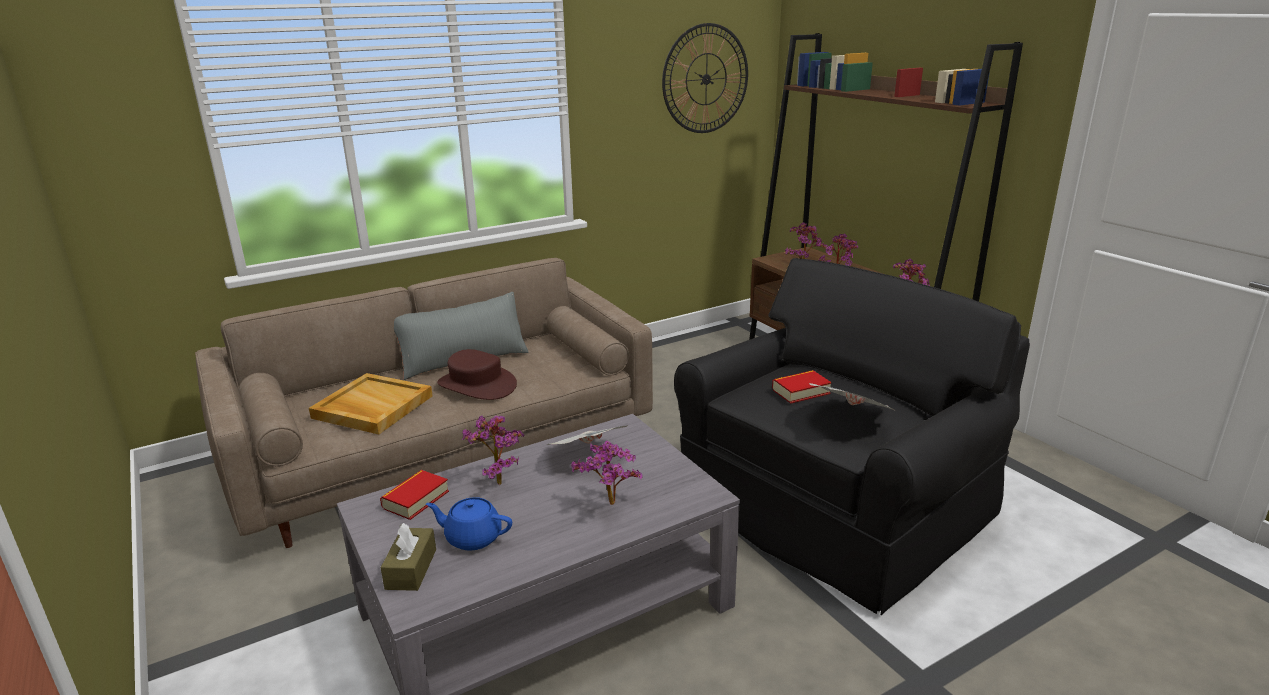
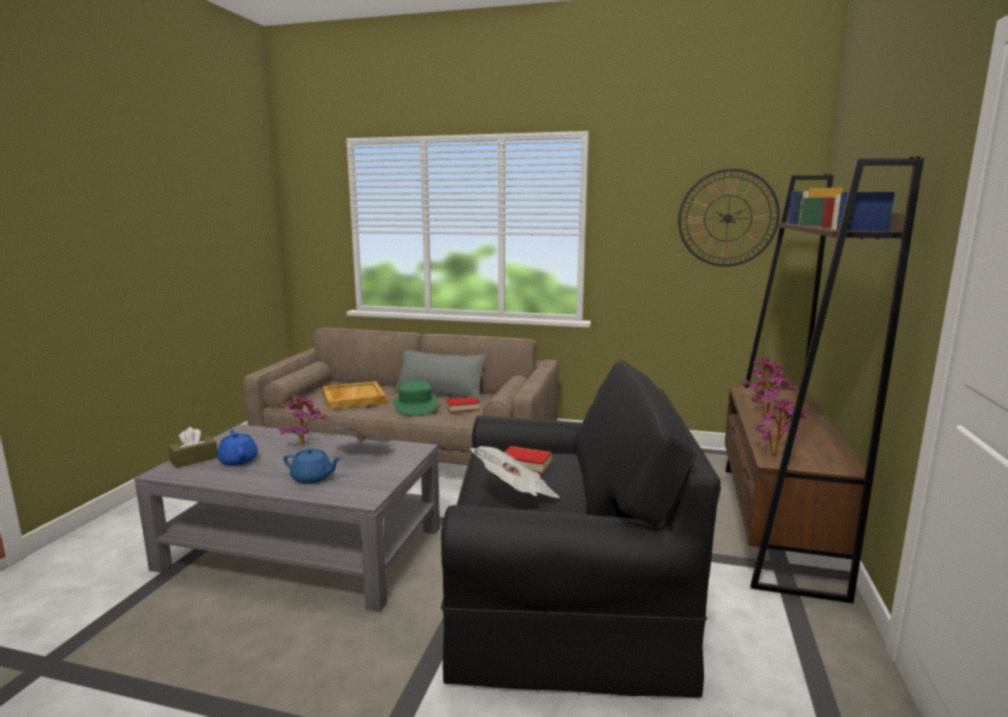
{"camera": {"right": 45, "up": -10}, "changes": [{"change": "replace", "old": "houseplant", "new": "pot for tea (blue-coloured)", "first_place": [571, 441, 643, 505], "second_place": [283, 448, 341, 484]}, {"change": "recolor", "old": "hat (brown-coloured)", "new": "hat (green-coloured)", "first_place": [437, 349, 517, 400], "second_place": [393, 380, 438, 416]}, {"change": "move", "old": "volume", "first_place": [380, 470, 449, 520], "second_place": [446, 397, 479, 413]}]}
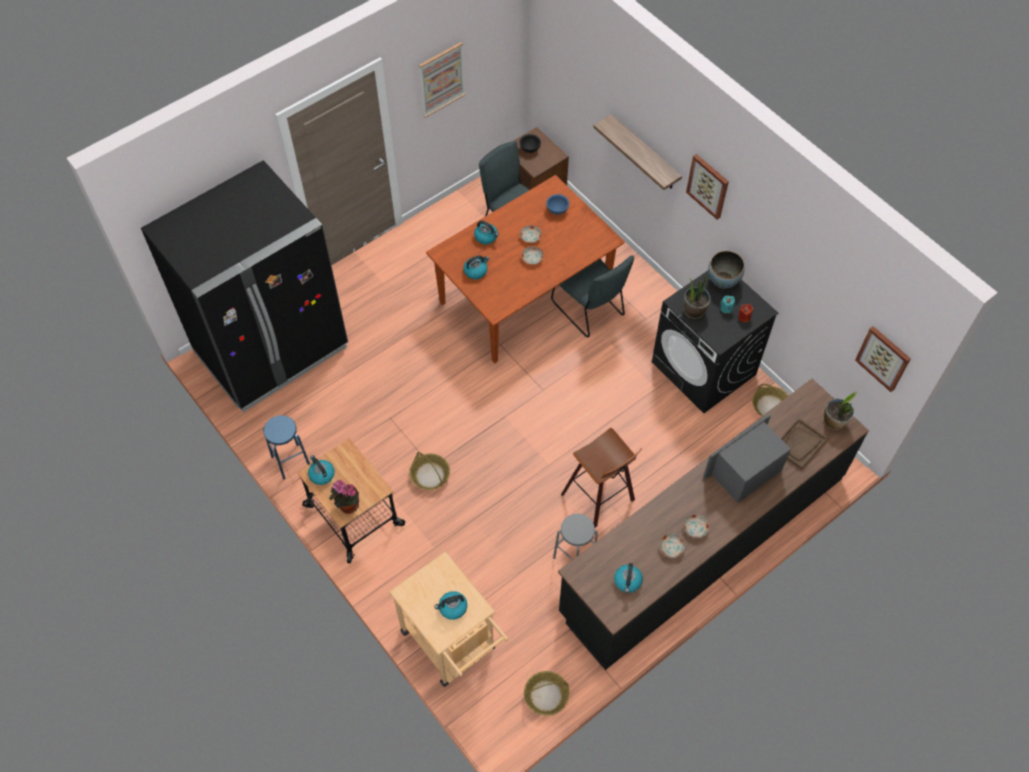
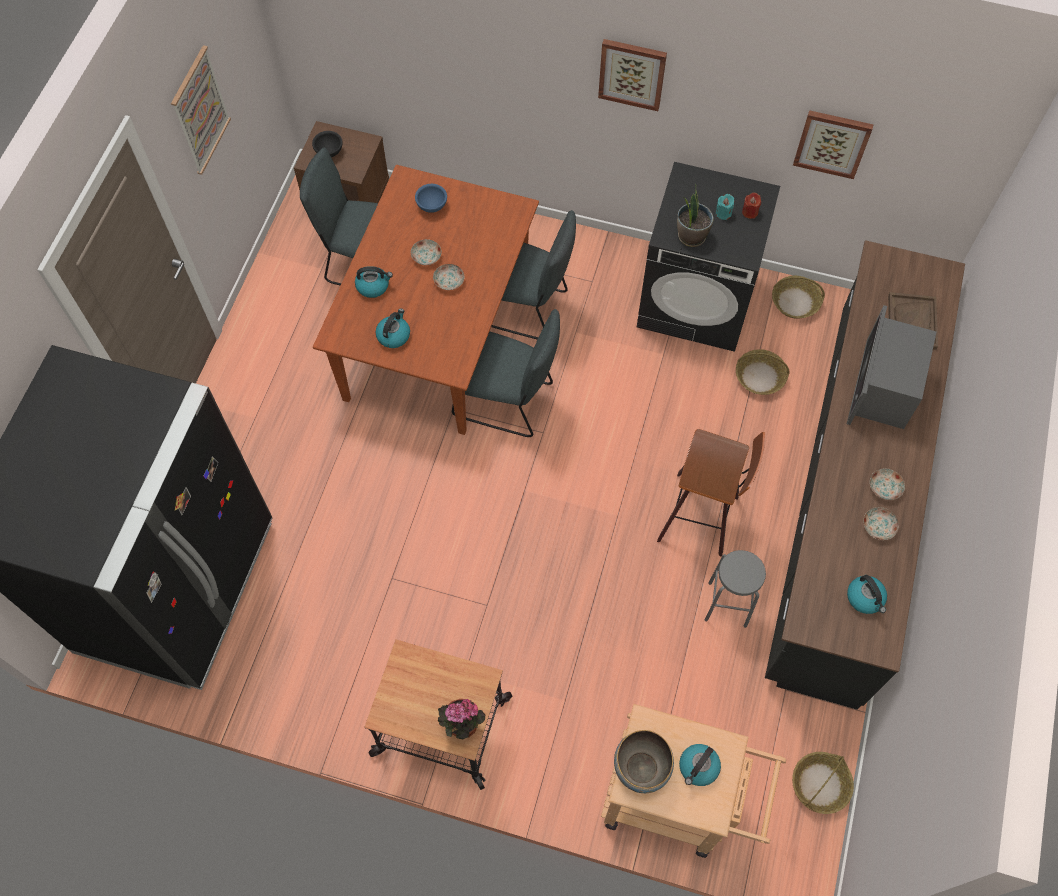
{"camera": {"right": -35, "up": 5}, "changes": [{"change": "insert", "new": "plain chair (gray)", "second_place": [452, 309, 560, 437]}, {"change": "move", "old": "bowl", "first_place": [708, 251, 744, 289], "second_place": [614, 730, 674, 793]}, {"change": "move", "old": "household basket", "first_place": [409, 452, 450, 490], "second_place": [736, 349, 790, 395]}, {"change": "move", "old": "picture", "first_place": [855, 326, 911, 392], "second_place": [793, 110, 873, 179]}, {"change": "delete", "old": "stool seat (blue-coloured)", "first_place": [263, 415, 310, 480]}, {"change": "delete", "old": "tea kettle", "first_place": [308, 455, 335, 485]}, {"change": "delete", "old": "wall shelf", "first_place": [593, 114, 682, 190]}, {"change": "delete", "old": "houseplant", "first_place": [823, 392, 857, 430]}]}
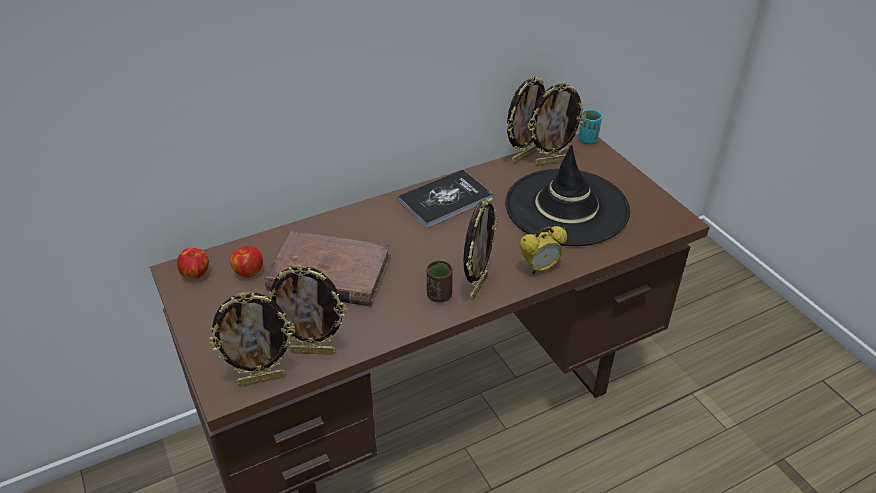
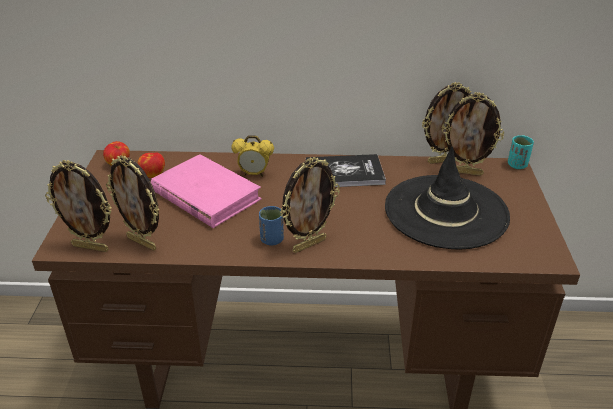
{"camera": {"right": 30, "up": -5}, "changes": [{"change": "recolor", "old": "volume (brown-coloured)", "new": "volume (pinkish)", "first_place": [265, 231, 391, 307], "second_place": [151, 154, 261, 228]}, {"change": "move", "old": "alarm clock", "first_place": [520, 226, 567, 274], "second_place": [231, 136, 274, 177]}, {"change": "recolor", "old": "cup (brown-coloured)", "new": "cup (blue-coloured)", "first_place": [427, 260, 453, 303], "second_place": [259, 206, 284, 245]}]}
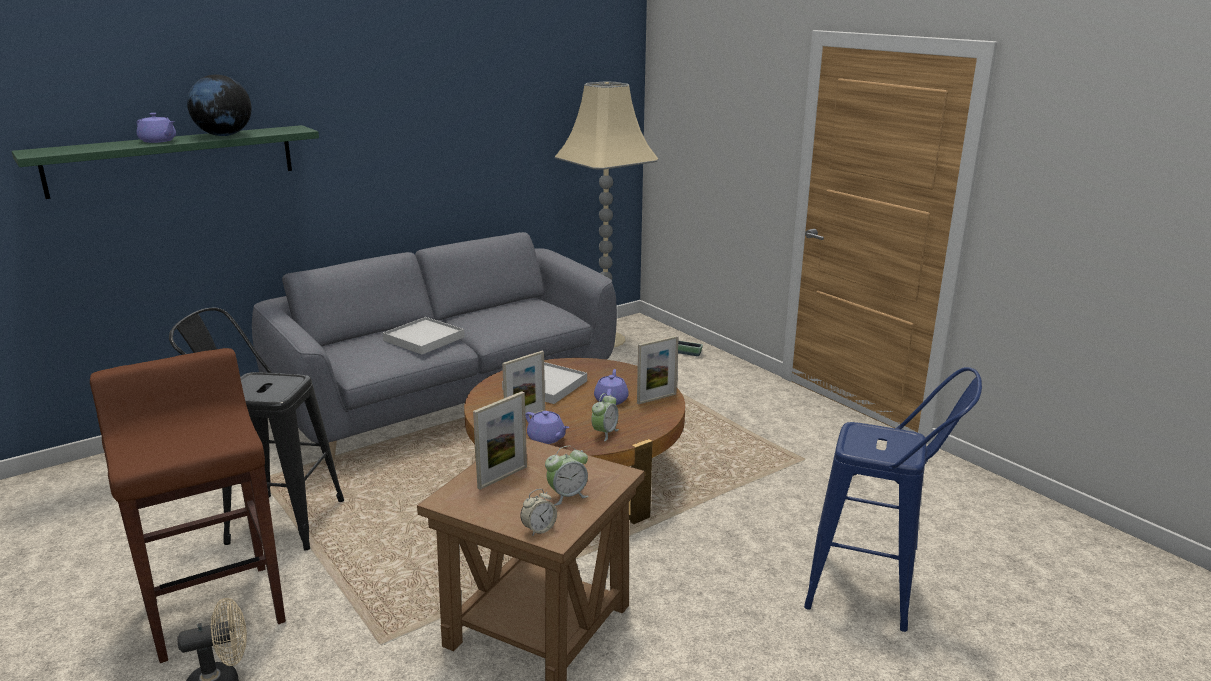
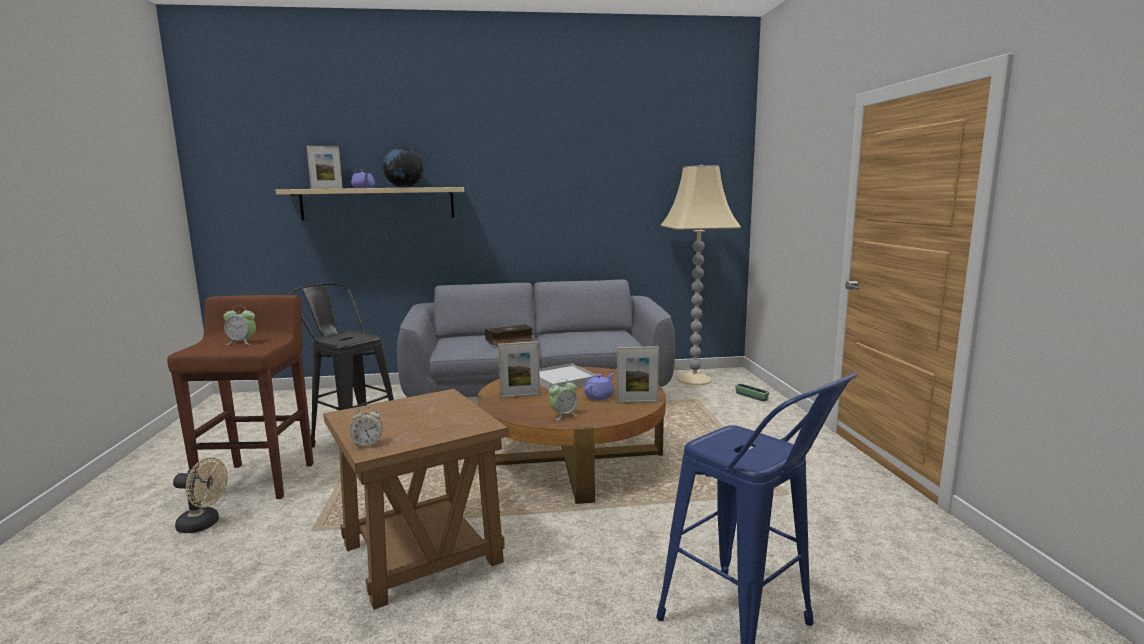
{"camera": {"right": 30, "up": -10}, "changes": [{"change": "move", "old": "alarm clock", "first_place": [545, 446, 589, 506], "second_place": [223, 306, 256, 345]}, {"change": "recolor", "old": "wall shelf (green-coloured)", "new": "wall shelf (beige-coloured)", "first_place": [12, 125, 319, 199], "second_place": [276, 187, 464, 220]}, {"change": "move", "old": "photo frame", "first_place": [473, 391, 527, 490], "second_place": [306, 146, 343, 189]}, {"change": "replace", "old": "tray (whitish)", "new": "volume", "first_place": [383, 317, 465, 354], "second_place": [485, 324, 533, 345]}, {"change": "delete", "old": "pot for tea (purple-coloured)", "first_place": [525, 411, 569, 444]}]}
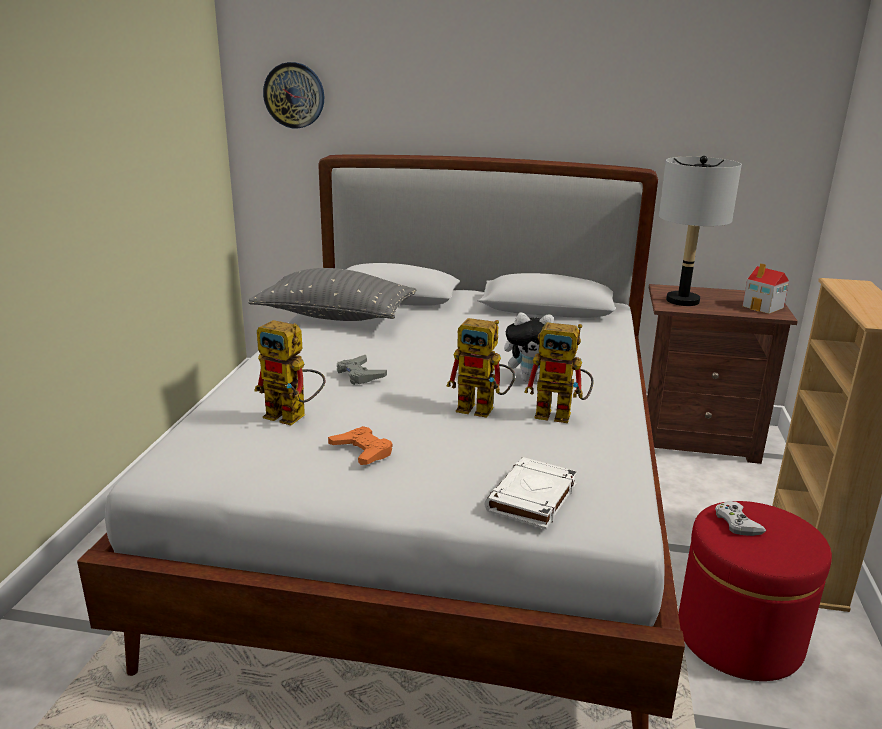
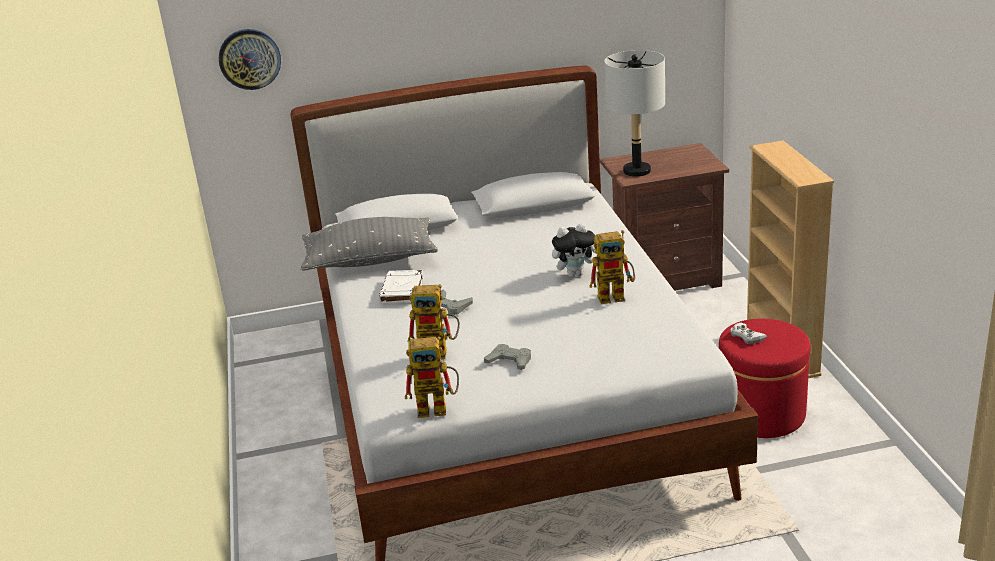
{"camera": {"right": -20, "up": 5}, "changes": [{"change": "move", "old": "volume (whitish)", "first_place": [484, 457, 578, 529], "second_place": [378, 270, 424, 304]}, {"change": "move", "old": "toy robot", "first_place": [446, 318, 515, 418], "second_place": [405, 336, 459, 418]}, {"change": "recolor", "old": "joypad (orangey)", "new": "joypad (gray)", "first_place": [328, 426, 392, 465], "second_place": [484, 344, 531, 370]}, {"change": "delete", "old": "model house", "first_place": [742, 263, 789, 314]}]}
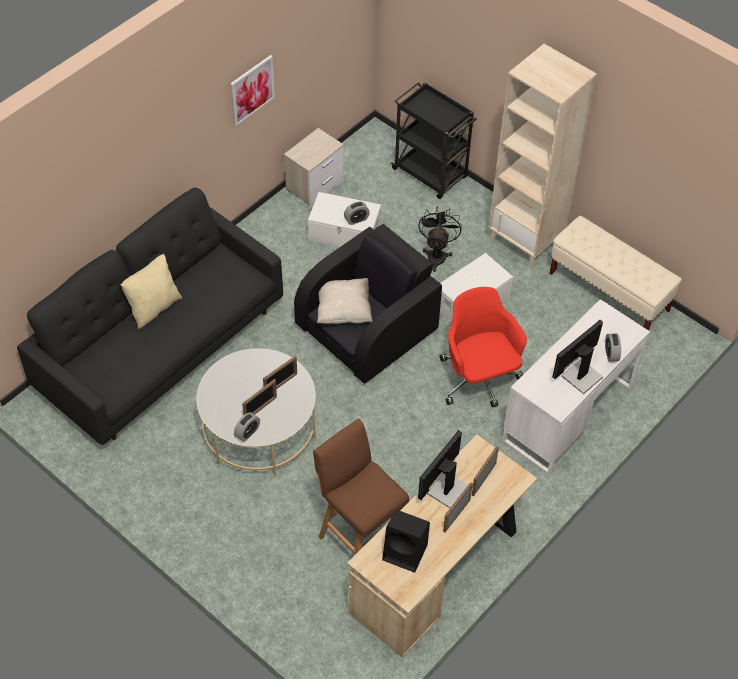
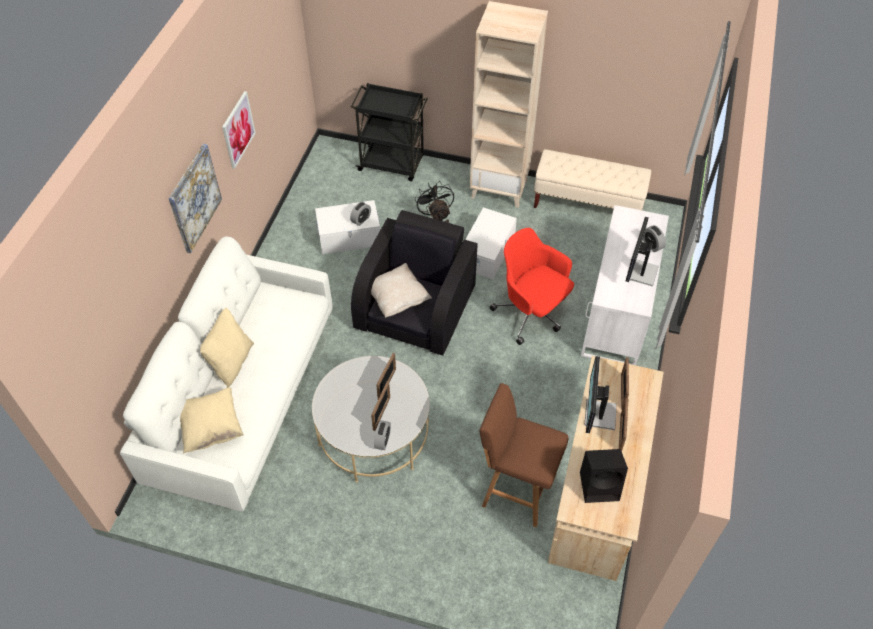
{"camera": {"right": -25, "up": 0}, "changes": [{"change": "recolor", "old": "couch (blackish)", "new": "couch (whitish)", "first_place": [17, 188, 283, 445], "second_place": [120, 237, 333, 511]}, {"change": "insert", "new": "picture", "second_place": [168, 144, 222, 254]}, {"change": "insert", "new": "throw pillow (beige-coloured)", "second_place": [180, 387, 244, 454]}, {"change": "delete", "old": "bedside table", "first_place": [284, 128, 344, 206]}]}
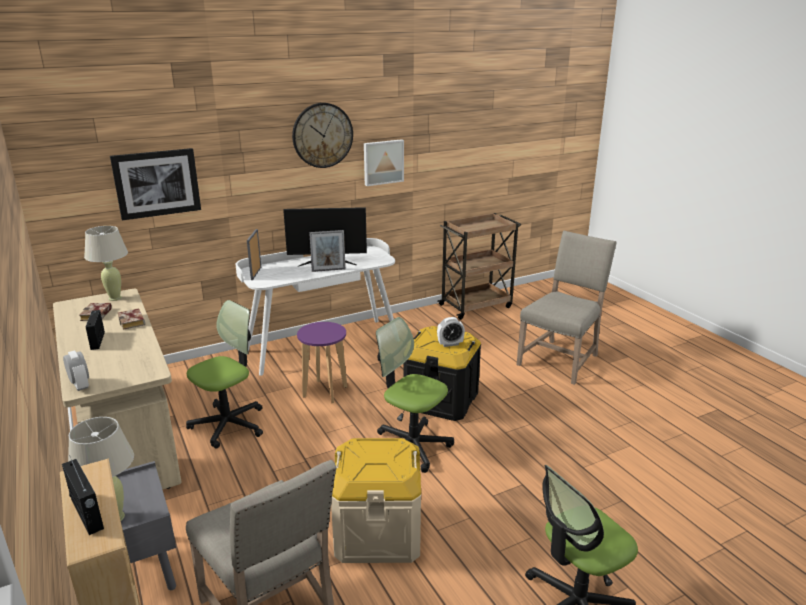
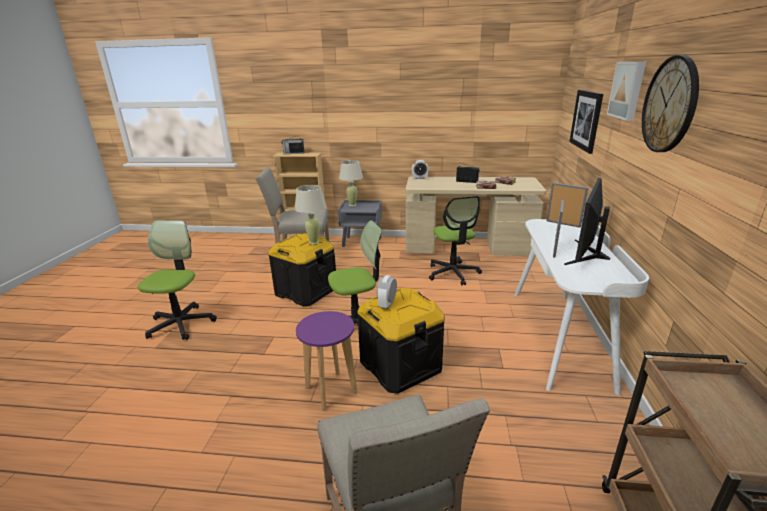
{"camera": {"right": 125, "up": 0}, "changes": [{"change": "recolor", "old": "storage bin (beige-coloured)", "new": "storage bin (blackish)", "first_place": [331, 438, 421, 563], "second_place": [269, 233, 336, 306]}, {"change": "move", "old": "tabletop lamp (beige-coloured)", "first_place": [84, 226, 128, 301], "second_place": [294, 185, 327, 245]}, {"change": "move", "old": "stool seat (purple-coloured)", "first_place": [297, 322, 347, 403], "second_place": [296, 311, 357, 410]}, {"change": "move", "old": "picture", "first_place": [364, 139, 404, 186], "second_place": [607, 62, 646, 121]}]}
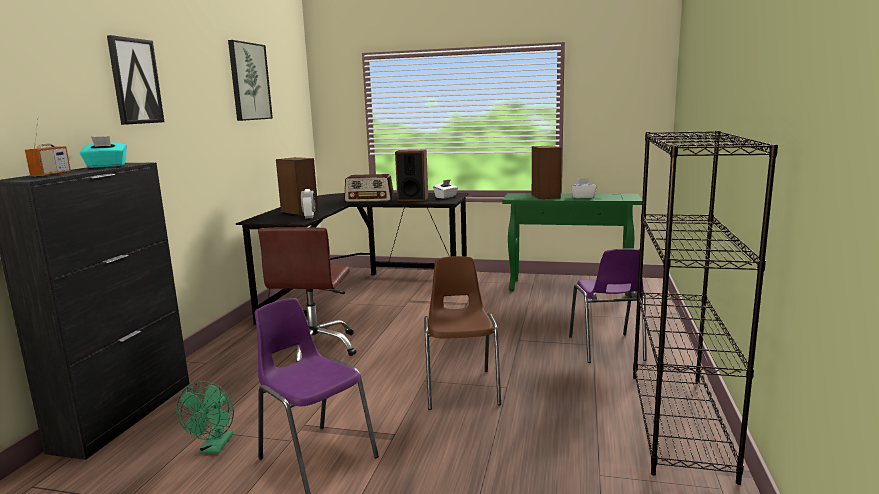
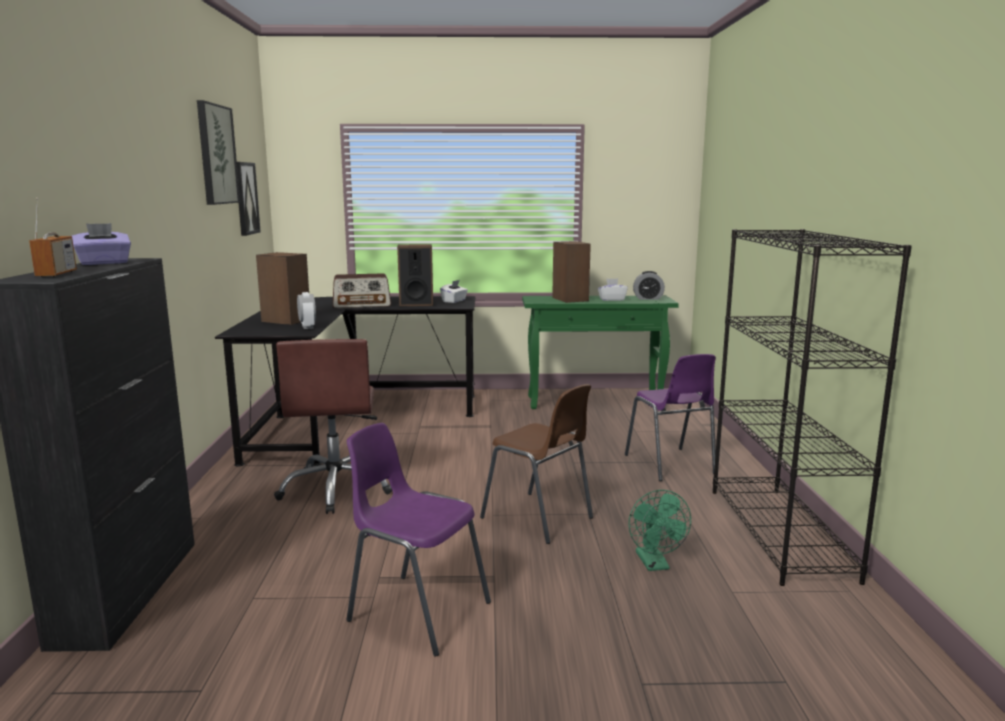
{"camera": {"right": -15, "up": 0}, "changes": [{"change": "recolor", "old": "box of tissues (blue-green)", "new": "box of tissues (purple-coloured)", "first_place": [80, 136, 127, 168], "second_place": [72, 223, 131, 265]}, {"change": "move", "old": "picture", "first_place": [107, 35, 164, 125], "second_place": [237, 162, 261, 236]}, {"change": "rotate", "old": "plain chair (brown-coloured)", "first_place": [424, 256, 501, 410], "second_place": [480, 384, 593, 544], "degrees": 150}, {"change": "move", "old": "fan (green-coloured)", "first_place": [176, 381, 234, 454], "second_place": [629, 490, 691, 571]}, {"change": "insert", "new": "alarm clock", "second_place": [633, 271, 665, 300]}]}
